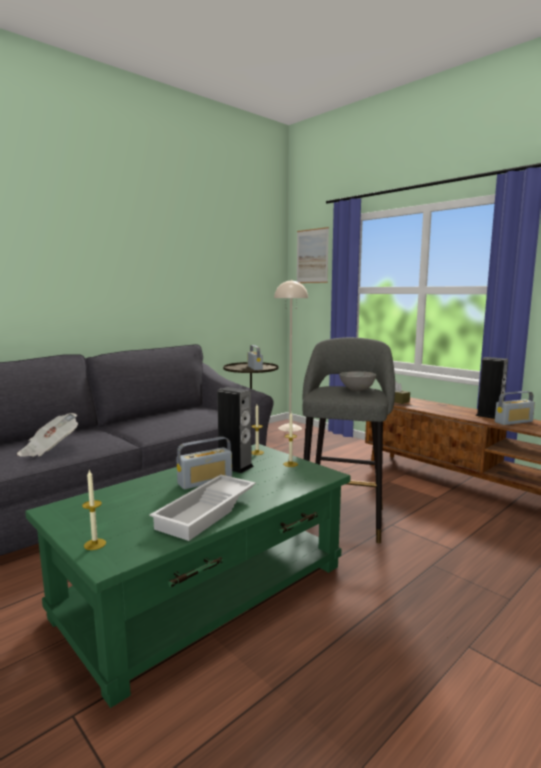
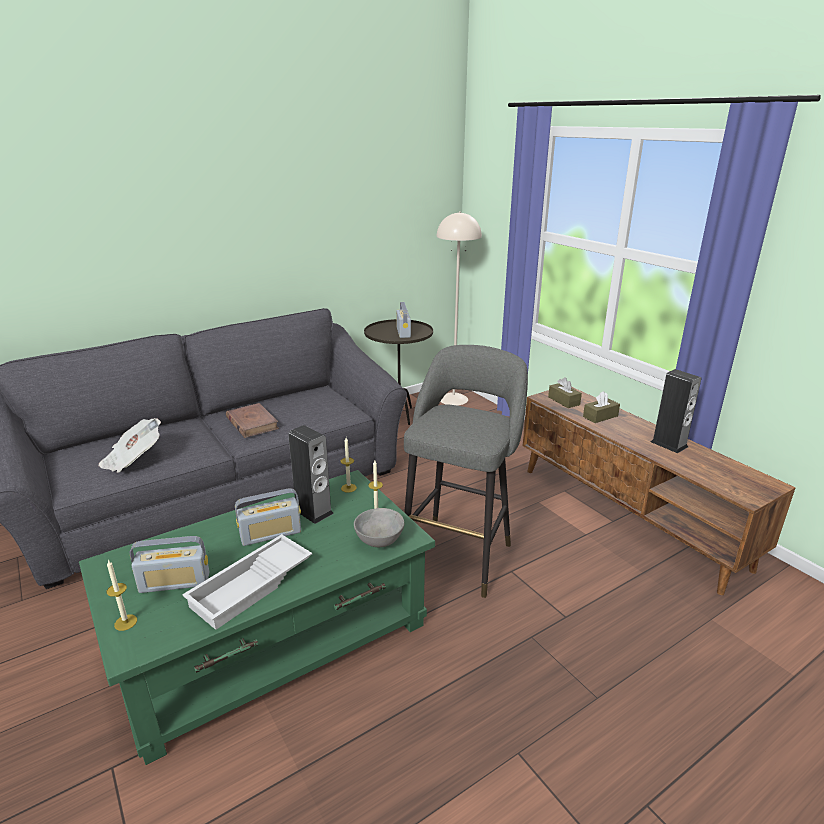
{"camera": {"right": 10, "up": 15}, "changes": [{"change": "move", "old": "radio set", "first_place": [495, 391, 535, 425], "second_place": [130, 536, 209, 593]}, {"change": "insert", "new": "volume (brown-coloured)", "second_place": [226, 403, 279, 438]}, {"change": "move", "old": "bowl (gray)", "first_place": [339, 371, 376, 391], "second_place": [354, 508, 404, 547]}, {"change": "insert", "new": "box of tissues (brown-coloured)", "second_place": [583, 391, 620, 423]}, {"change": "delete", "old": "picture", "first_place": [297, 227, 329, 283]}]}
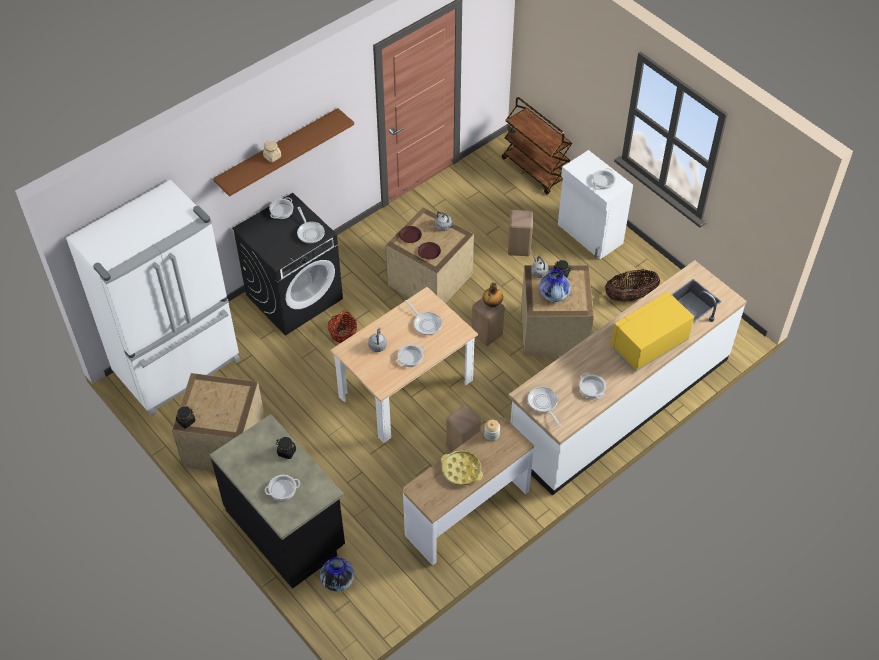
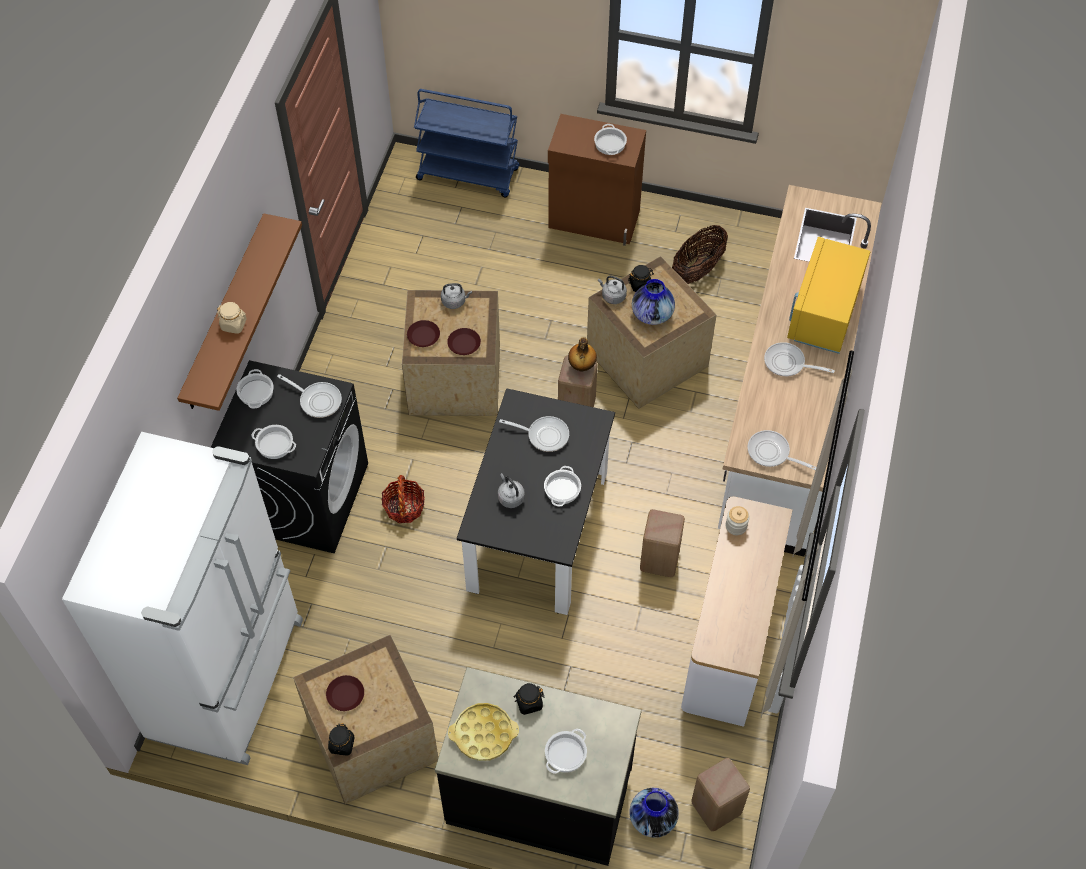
{"camera": {"right": -35, "up": 5}, "changes": [{"change": "move", "old": "saucepot", "first_place": [579, 372, 606, 398], "second_place": [251, 425, 296, 459]}, {"change": "insert", "new": "flat dish (brown-coloured)", "second_place": [326, 675, 364, 711]}, {"change": "recolor", "old": "wheeled cart (brown-coloured)", "new": "wheeled cart (blue-coloured)", "first_place": [502, 97, 572, 194], "second_place": [414, 89, 520, 198]}, {"change": "move", "old": "tray (yellowish)", "first_place": [441, 451, 483, 486], "second_place": [448, 703, 519, 761]}, {"change": "recolor", "old": "dinner table (beige-coloured)", "new": "dinner table (blackish)", "first_place": [330, 287, 478, 443], "second_place": [457, 388, 615, 615]}, {"change": "recolor", "old": "storage cabinet (whitish)", "new": "storage cabinet (brown-coloured)", "first_place": [558, 150, 633, 259], "second_place": [548, 114, 646, 246]}, {"change": "move", "old": "stool seat (beige-coloured)", "first_place": [508, 210, 533, 256], "second_place": [691, 758, 750, 831]}, {"change": "insert", "new": "skillet", "second_place": [764, 342, 835, 377]}]}
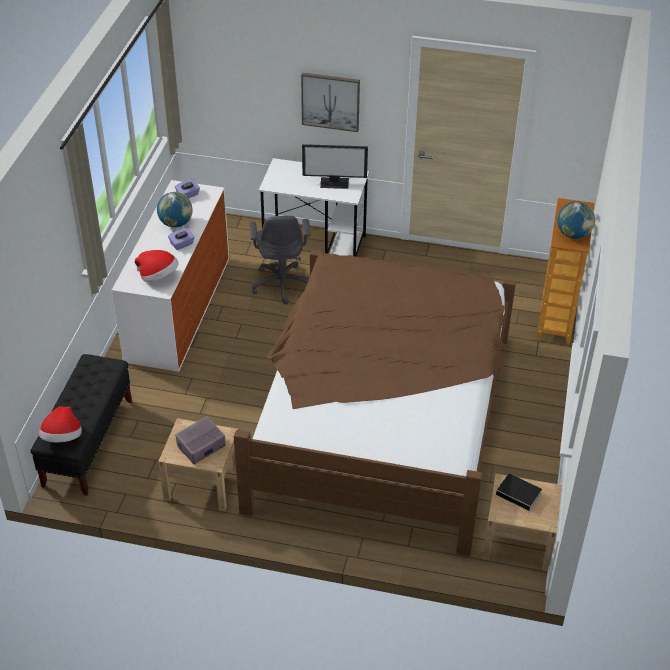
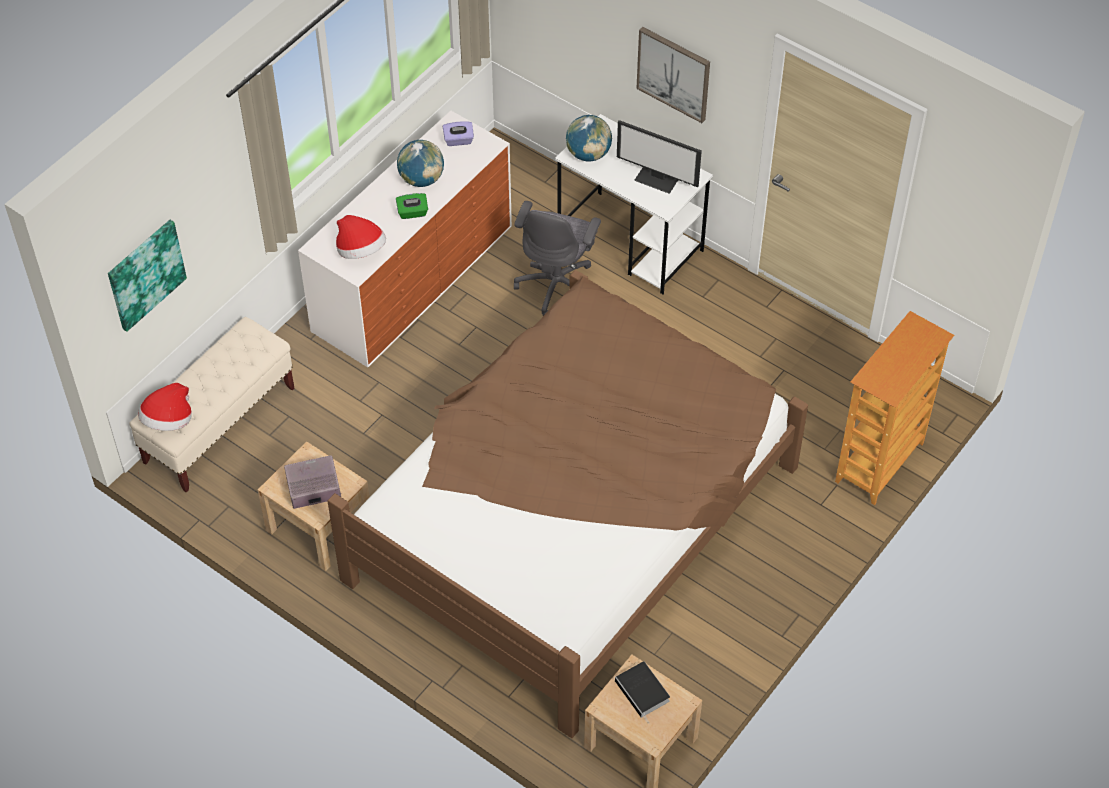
{"camera": {"right": 25, "up": 10}, "changes": [{"change": "insert", "new": "picture", "second_place": [108, 220, 187, 332]}, {"change": "recolor", "old": "indoor bench (blackish)", "new": "indoor bench (beige-coloured)", "first_place": [30, 354, 132, 496], "second_place": [129, 317, 294, 492]}, {"change": "recolor", "old": "box of tissues (purple-coloured)", "new": "box of tissues (green-coloured)", "first_place": [168, 228, 195, 250], "second_place": [396, 193, 428, 219]}, {"change": "move", "old": "world globe", "first_place": [557, 201, 595, 239], "second_place": [566, 115, 612, 162]}]}
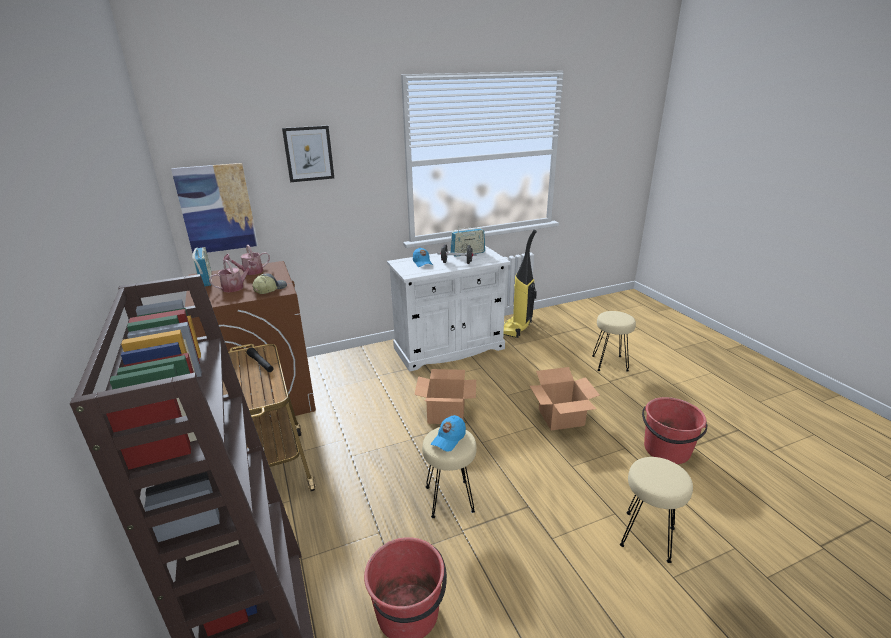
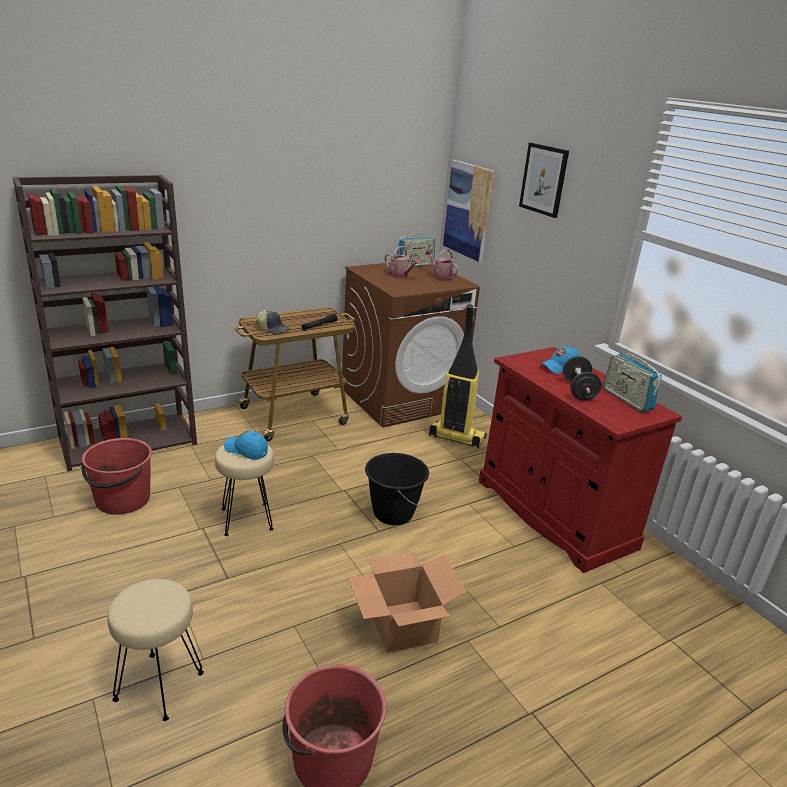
{"camera": {"right": 80, "up": 0}, "changes": [{"change": "move", "old": "peaked cap", "first_place": [252, 274, 287, 294], "second_place": [256, 310, 290, 335]}, {"change": "replace", "old": "cardboard box", "new": "bucket (blackish)", "first_place": [414, 369, 476, 424], "second_place": [365, 453, 429, 525]}, {"change": "move", "old": "vacuum", "first_place": [503, 230, 537, 338], "second_place": [429, 304, 487, 449]}, {"change": "recolor", "old": "storage cabinet (whitish)", "new": "storage cabinet (red)", "first_place": [387, 246, 511, 372], "second_place": [479, 347, 682, 573]}, {"change": "delete", "old": "stool seat (beige-coloured)", "first_place": [592, 311, 636, 372]}]}
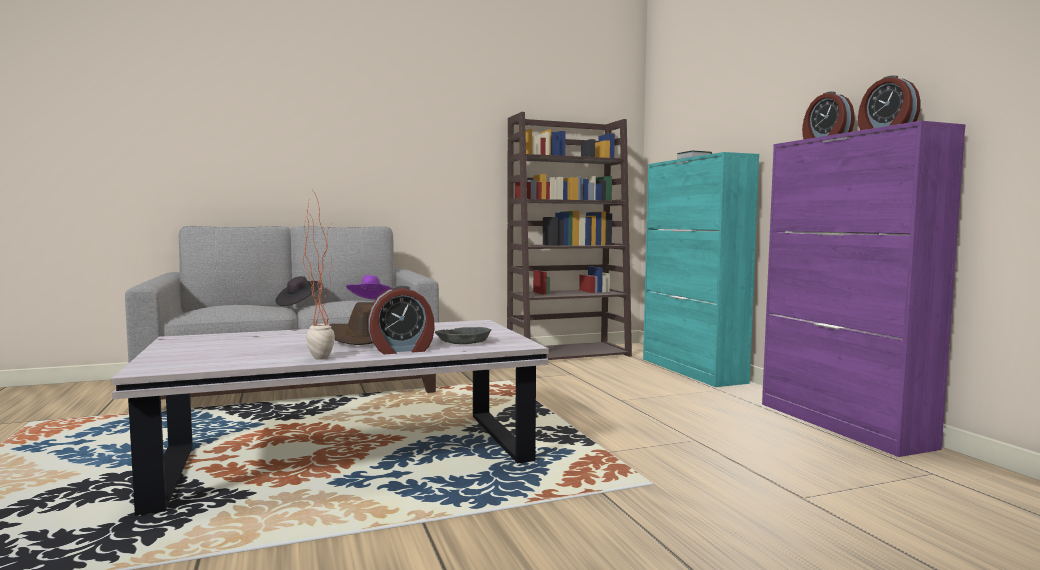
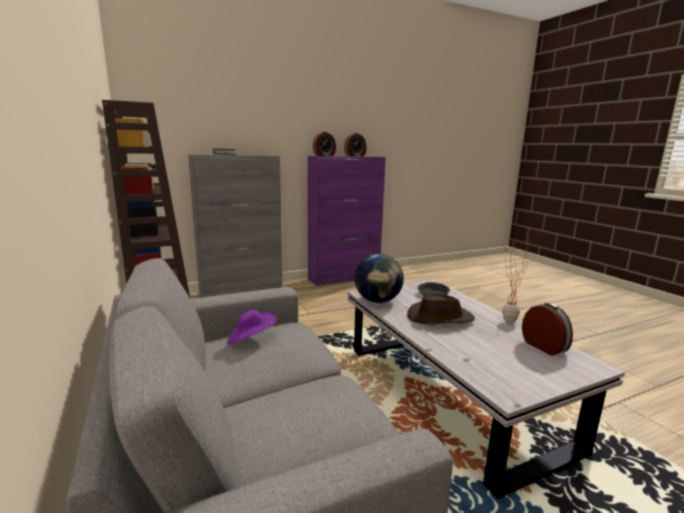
{"camera": {"right": -95, "up": 10}, "changes": [{"change": "recolor", "old": "storage cabinet (blue-green)", "new": "storage cabinet (gray)", "first_place": [643, 152, 759, 387], "second_place": [188, 154, 282, 298]}, {"change": "insert", "new": "world globe", "second_place": [354, 254, 404, 303]}, {"change": "move", "old": "alarm clock", "first_place": [368, 285, 435, 354], "second_place": [522, 303, 573, 356]}, {"change": "delete", "old": "hat (blackish)", "first_place": [276, 276, 323, 306]}]}
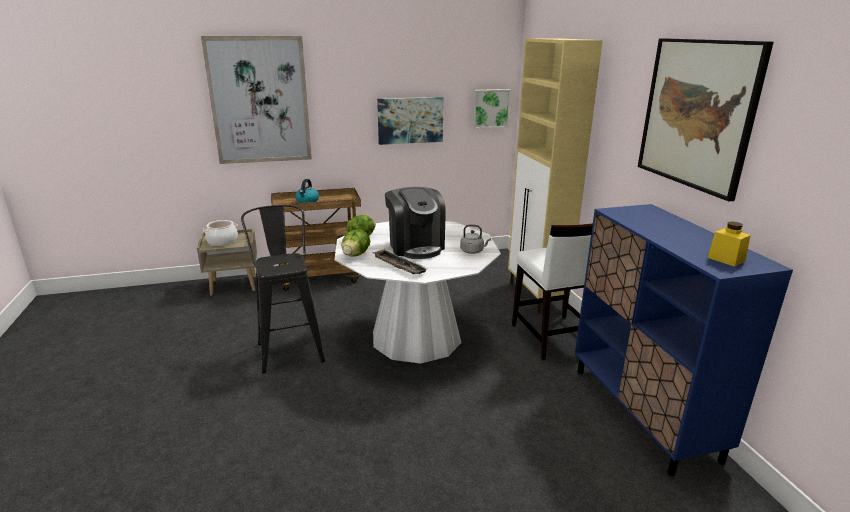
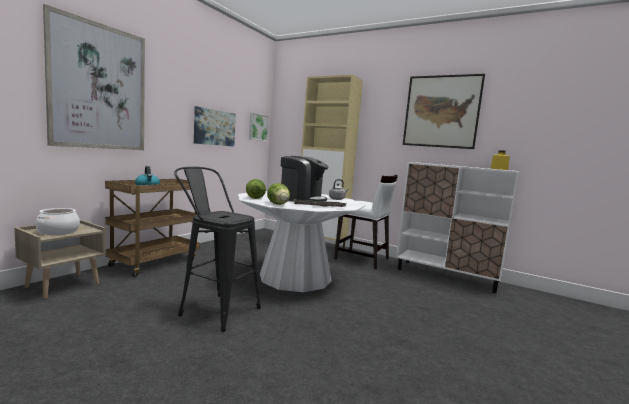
{"camera": {"right": -45, "up": -15}, "changes": [{"change": "recolor", "old": "storage cabinet (blue-coloured)", "new": "storage cabinet (whitish)", "first_place": [575, 204, 793, 476], "second_place": [396, 162, 519, 293]}]}
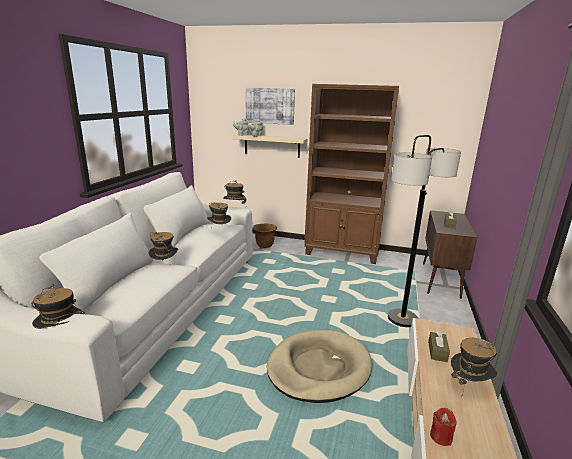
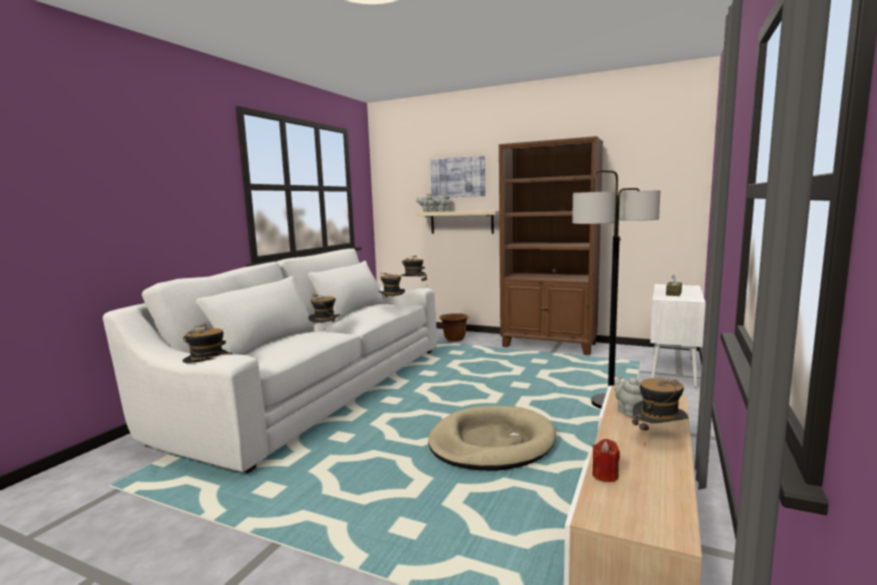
{"camera": {"right": 10, "up": -10}, "changes": [{"change": "replace", "old": "box of tissues (brown-coloured)", "new": "pot for tea (gray)", "first_place": [428, 330, 450, 362], "second_place": [614, 375, 643, 417]}, {"change": "recolor", "old": "storage cabinet (brown-coloured)", "new": "storage cabinet (whitish)", "first_place": [423, 210, 478, 299], "second_place": [650, 284, 706, 387]}]}
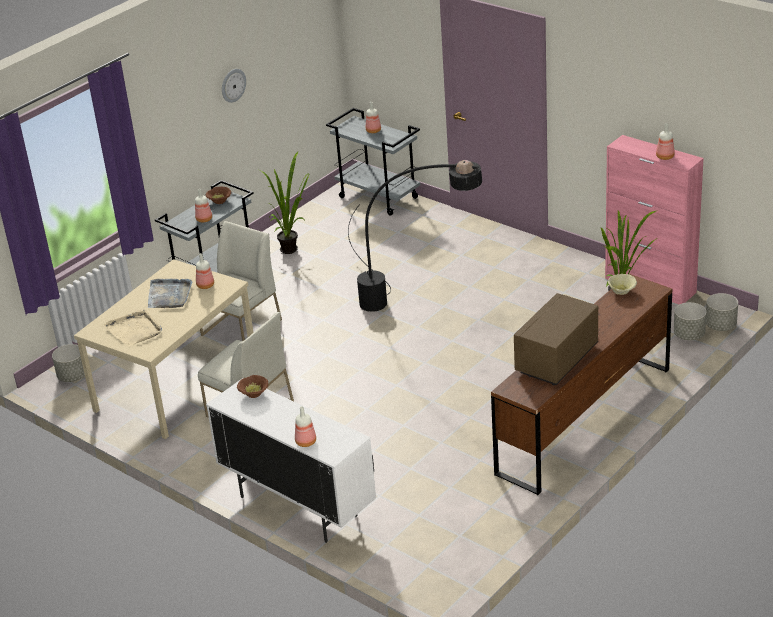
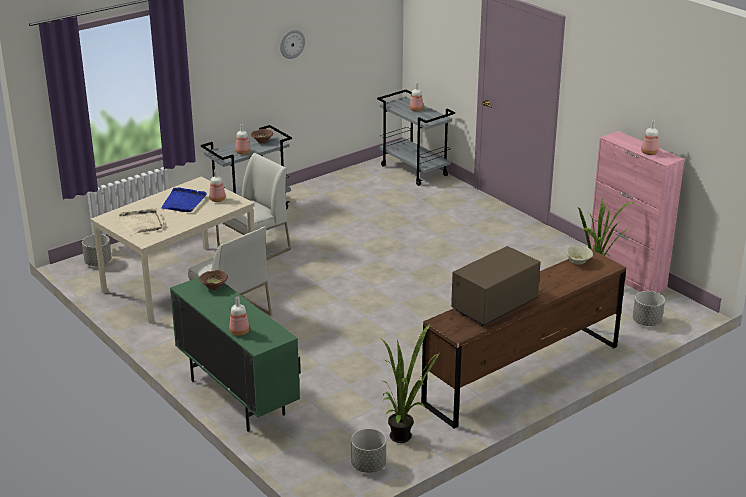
{"camera": {"right": 10, "up": -5}, "changes": [{"change": "recolor", "old": "tray (gray)", "new": "tray (blue-coloured)", "first_place": [148, 279, 193, 308], "second_place": [161, 188, 207, 212]}, {"change": "recolor", "old": "storage cabinet (whitish)", "new": "storage cabinet (green-coloured)", "first_place": [206, 378, 376, 543], "second_place": [170, 277, 301, 432]}, {"change": "move", "old": "flower pot (gray)", "first_place": [706, 293, 738, 331], "second_place": [351, 429, 386, 473]}, {"change": "move", "old": "houseplant", "first_place": [259, 152, 310, 254], "second_place": [379, 324, 439, 443]}, {"change": "delete", "old": "standing lamp (blackish)", "first_place": [348, 160, 482, 312]}]}
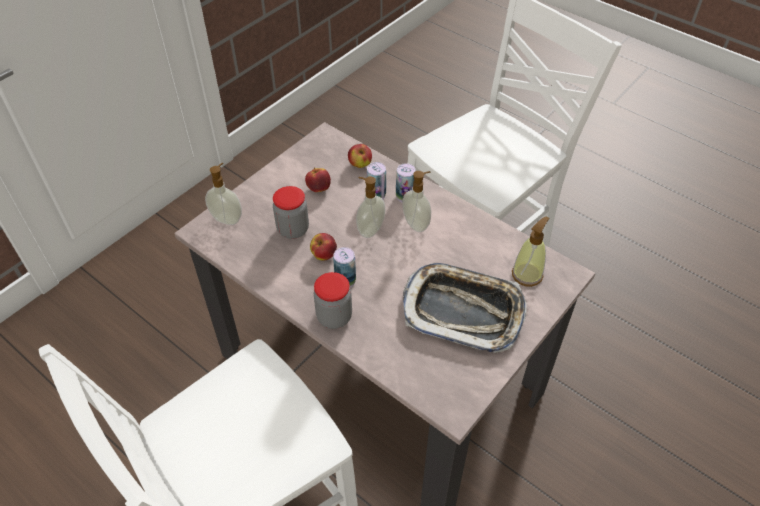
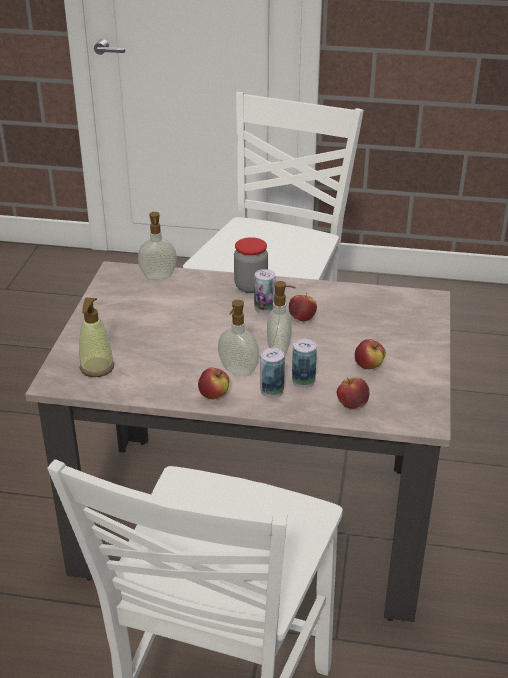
{"camera": {"right": 150, "up": -15}, "changes": [{"change": "move", "old": "liquid soap bottle", "first_place": [205, 163, 242, 225], "second_place": [138, 212, 177, 279]}, {"change": "insert", "new": "whole apple", "second_place": [198, 367, 229, 399]}, {"change": "delete", "old": "jar", "first_place": [273, 186, 309, 239]}, {"change": "delete", "old": "tray", "first_place": [403, 263, 527, 353]}]}
